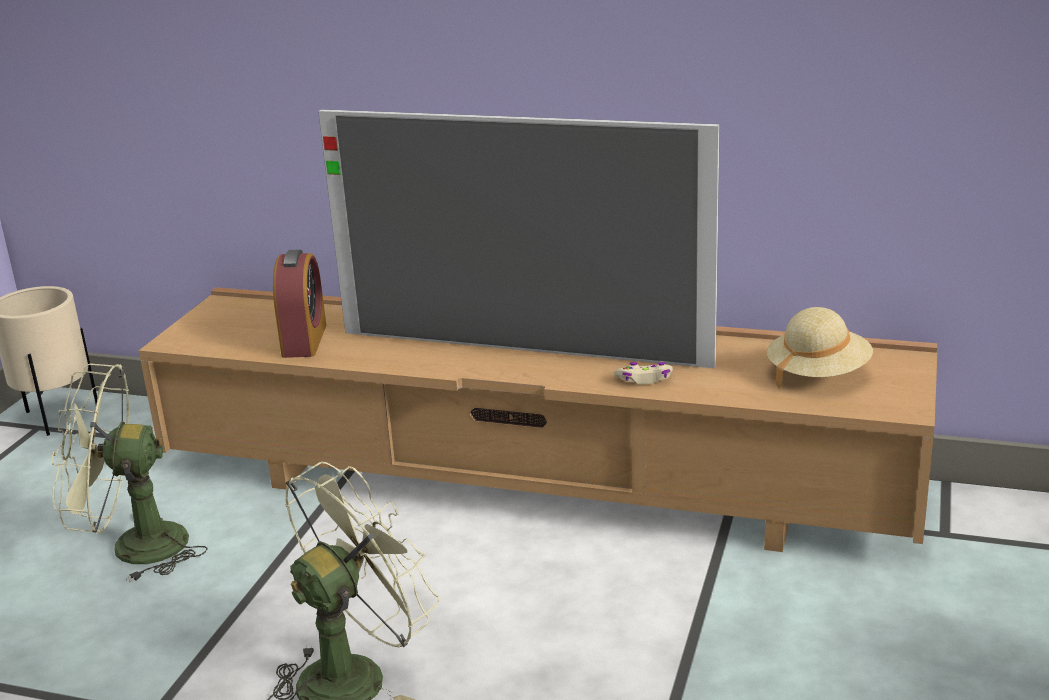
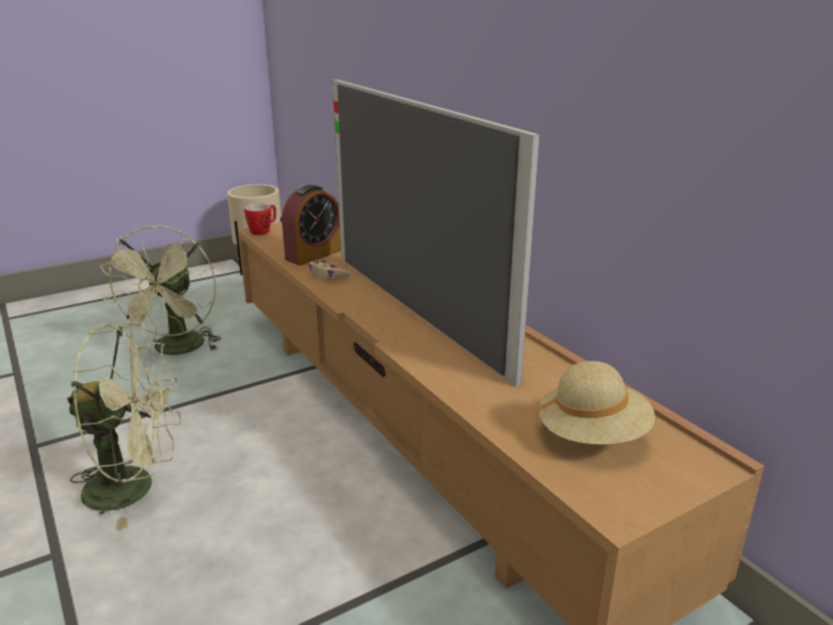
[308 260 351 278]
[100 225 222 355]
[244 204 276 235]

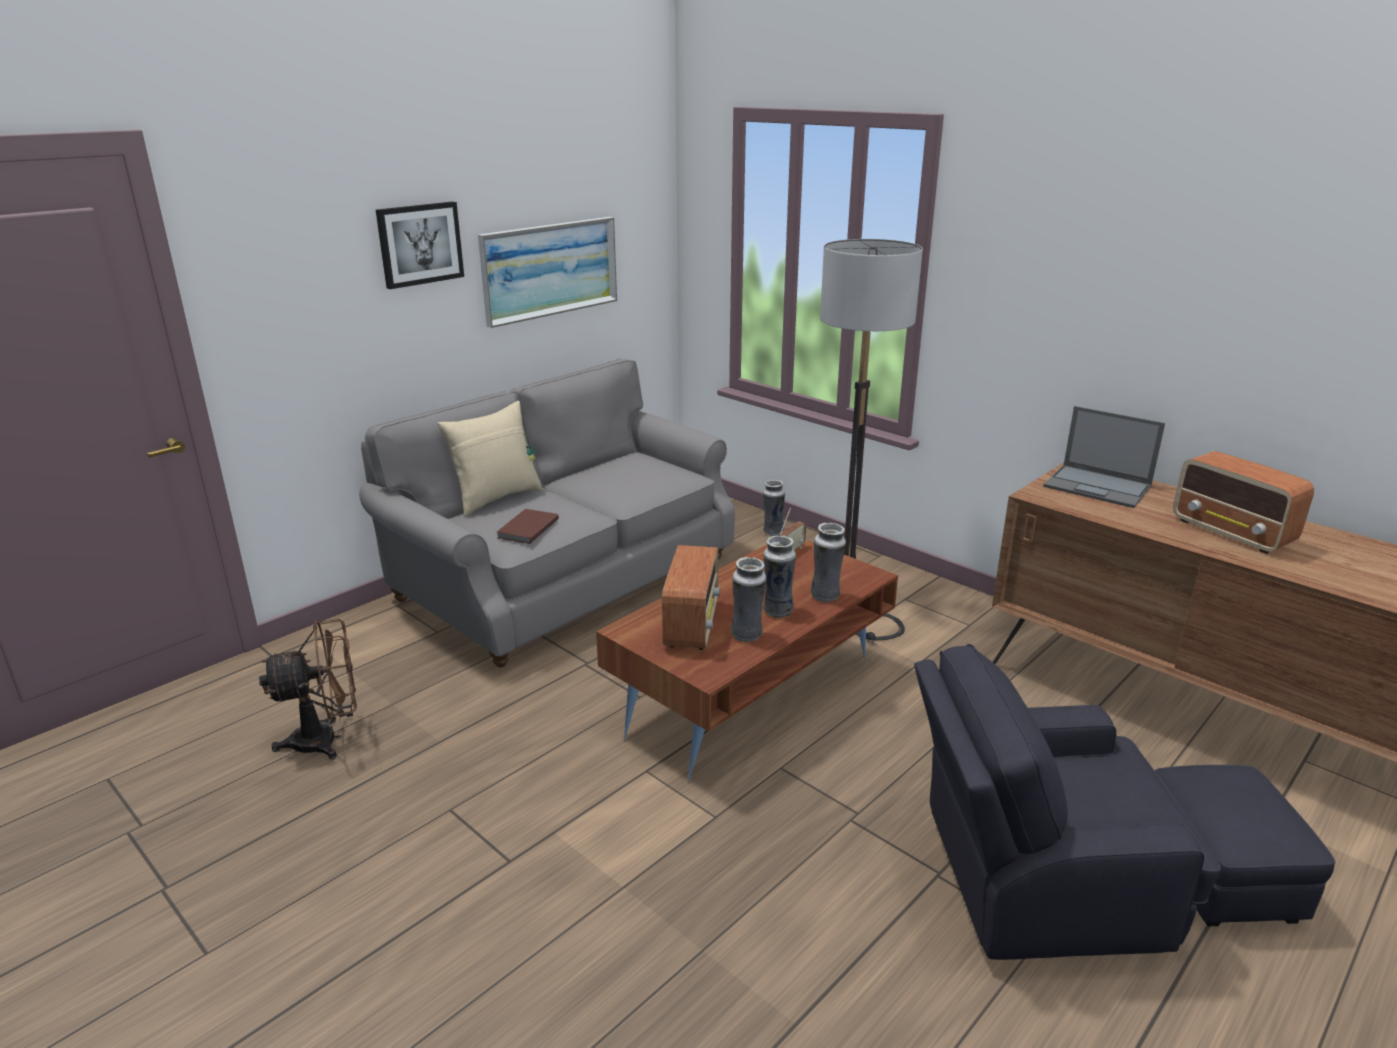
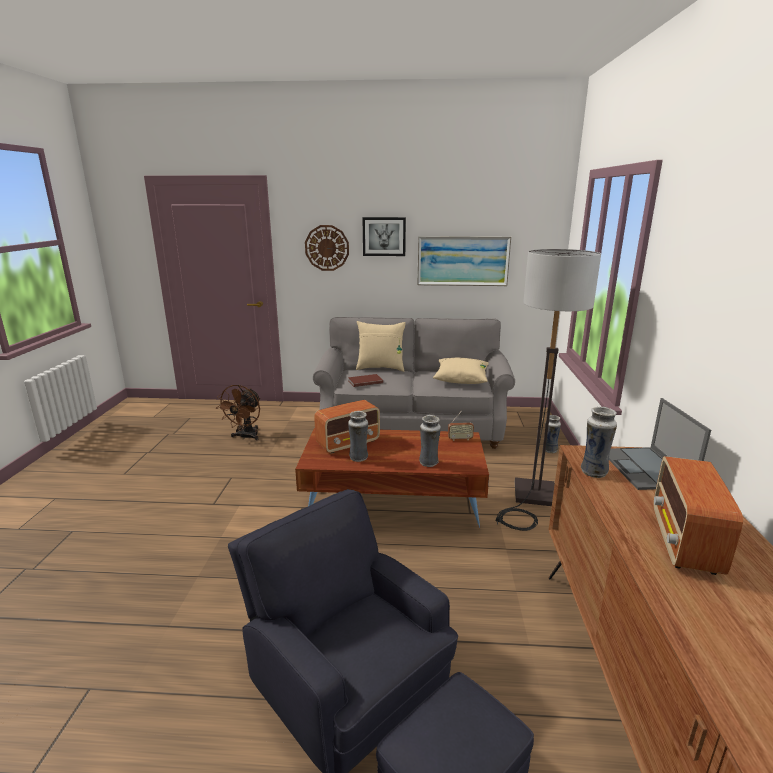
[581 407 617 478]
[216 385 260 441]
[305 225 349 271]
[433 357 489 384]

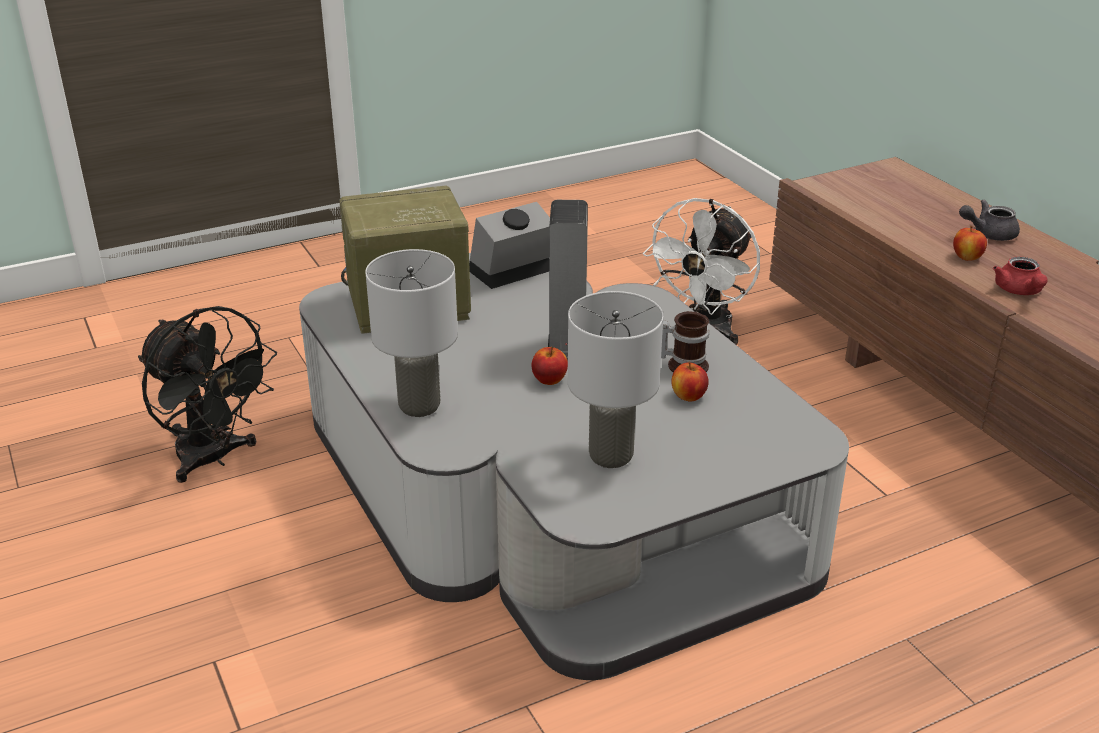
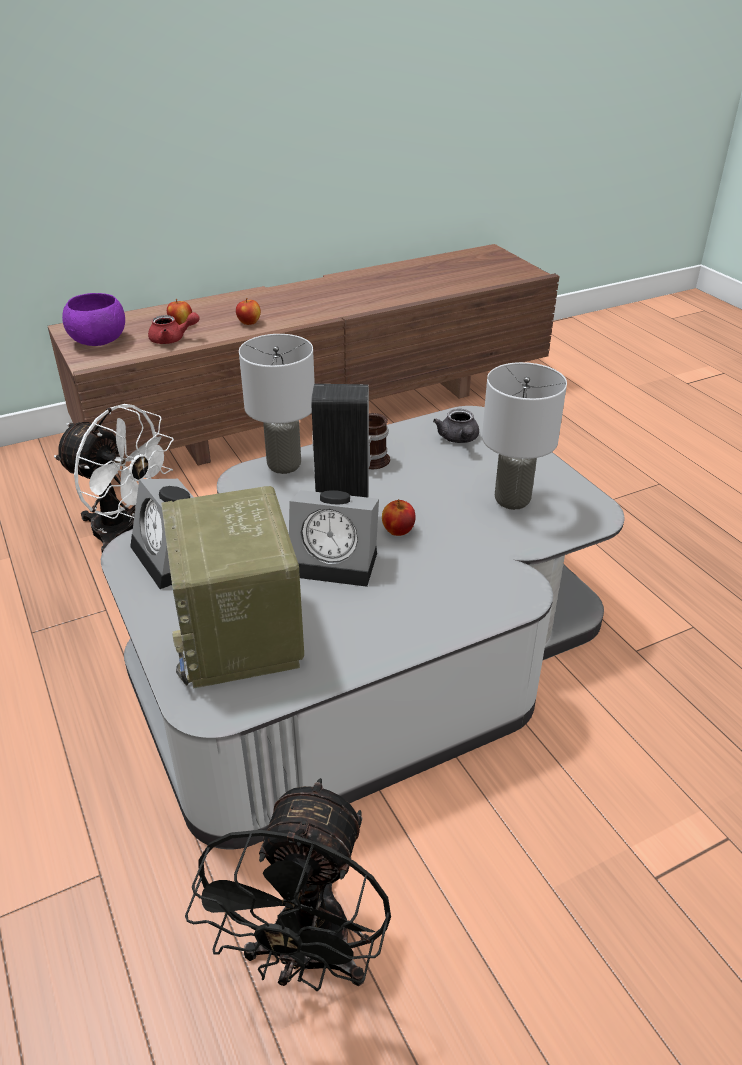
[433 409 479 443]
[239 334 315 474]
[148 312 200 344]
[185 778 391 991]
[167 299 192 325]
[62 293 125 346]
[289 490 379 587]

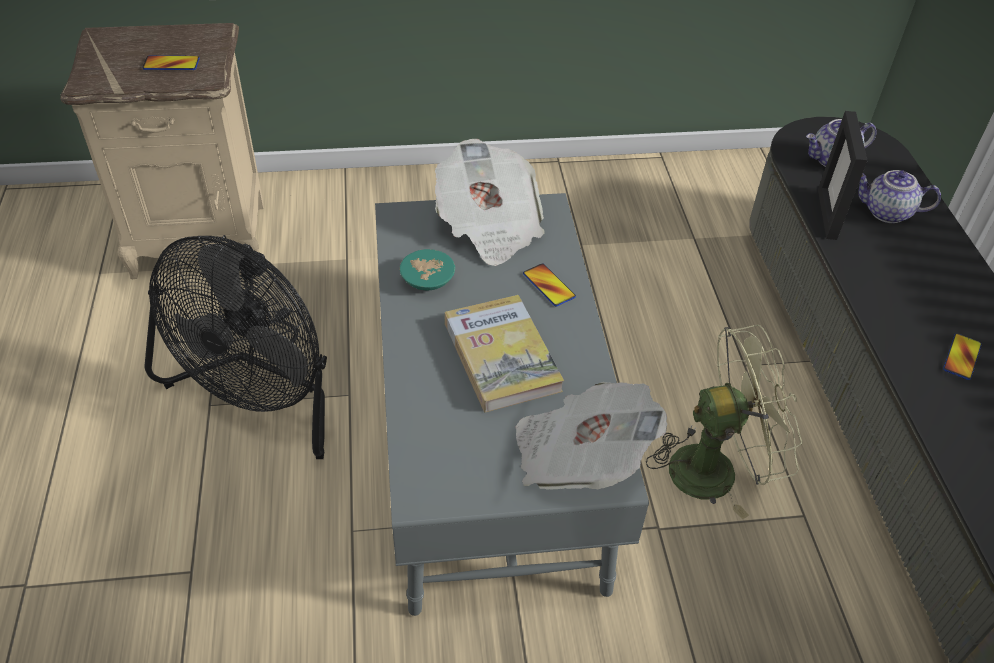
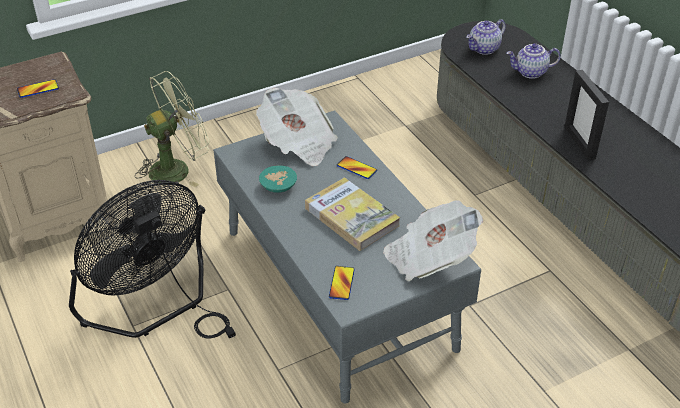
[564 70 609 160]
[69 180 236 339]
[135 71 210 187]
[329 266 355 300]

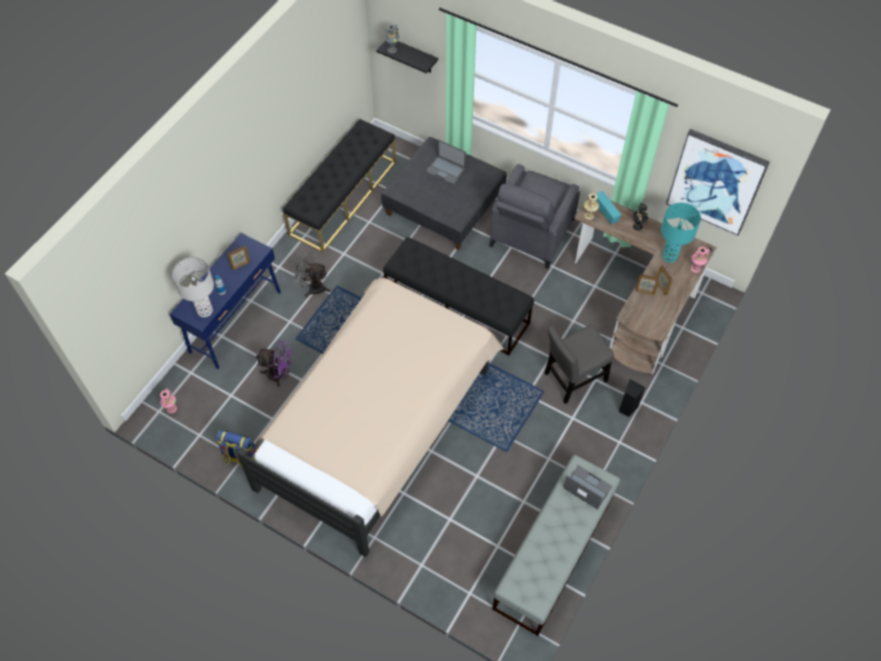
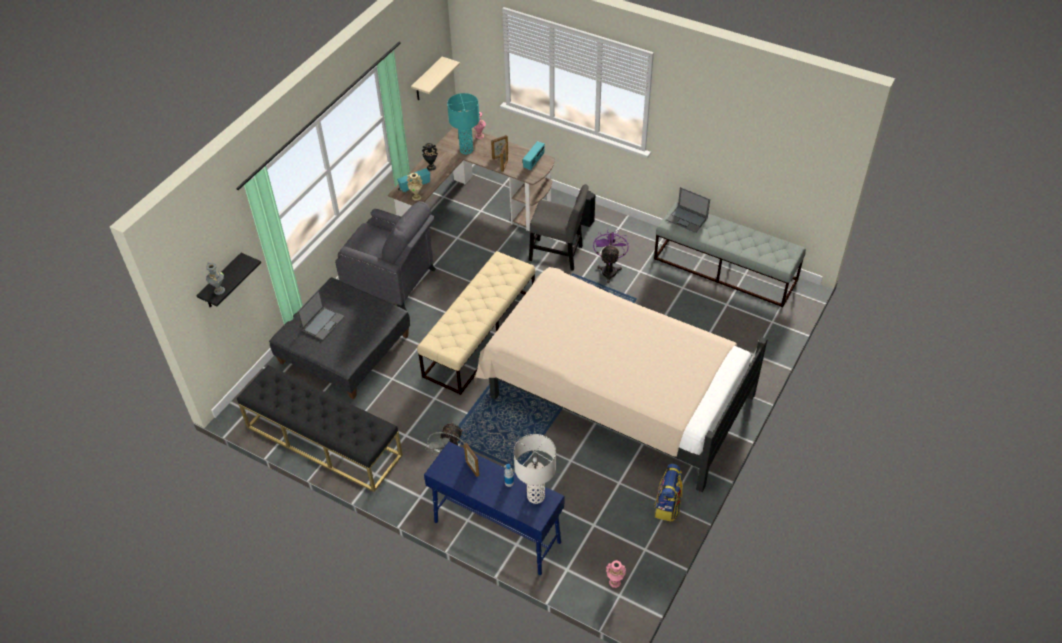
[411 57 460 100]
[417 251 536 395]
[529 184 589 271]
[593 229 629 283]
[666 187 710 233]
[523 141 545 170]

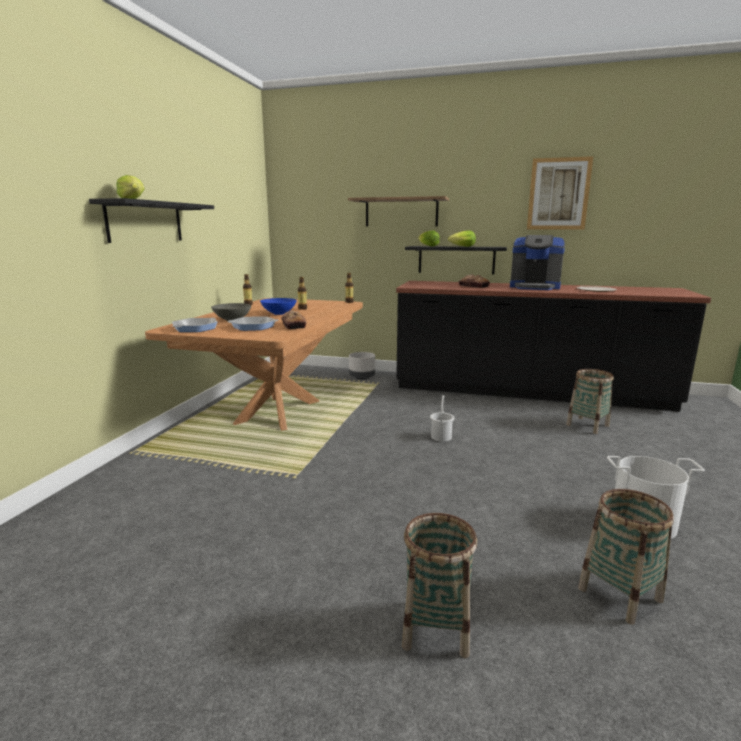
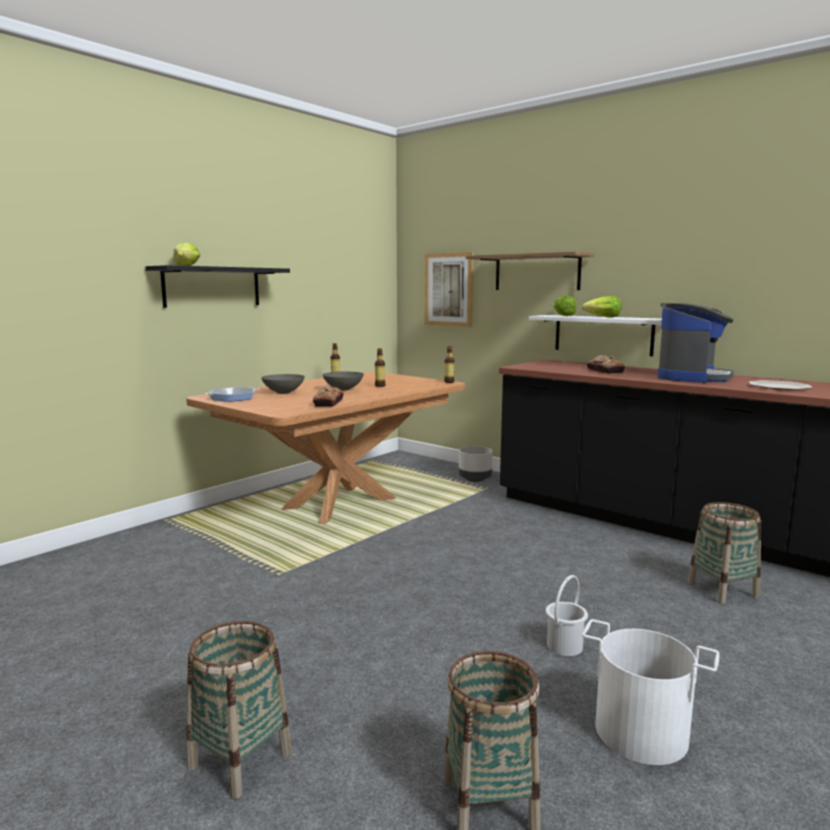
[425 252 473 327]
[658 303 734 383]
[529 315 662 356]
[323 372 364 391]
[228 316 278 331] (first image)
[546 575 588 656]

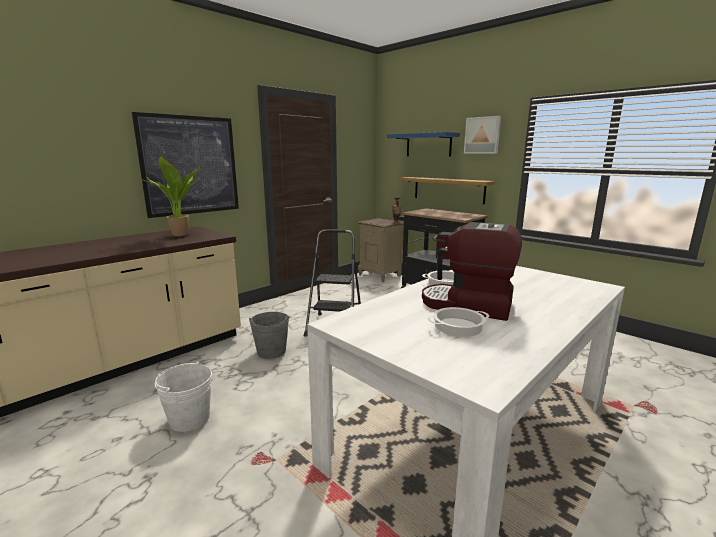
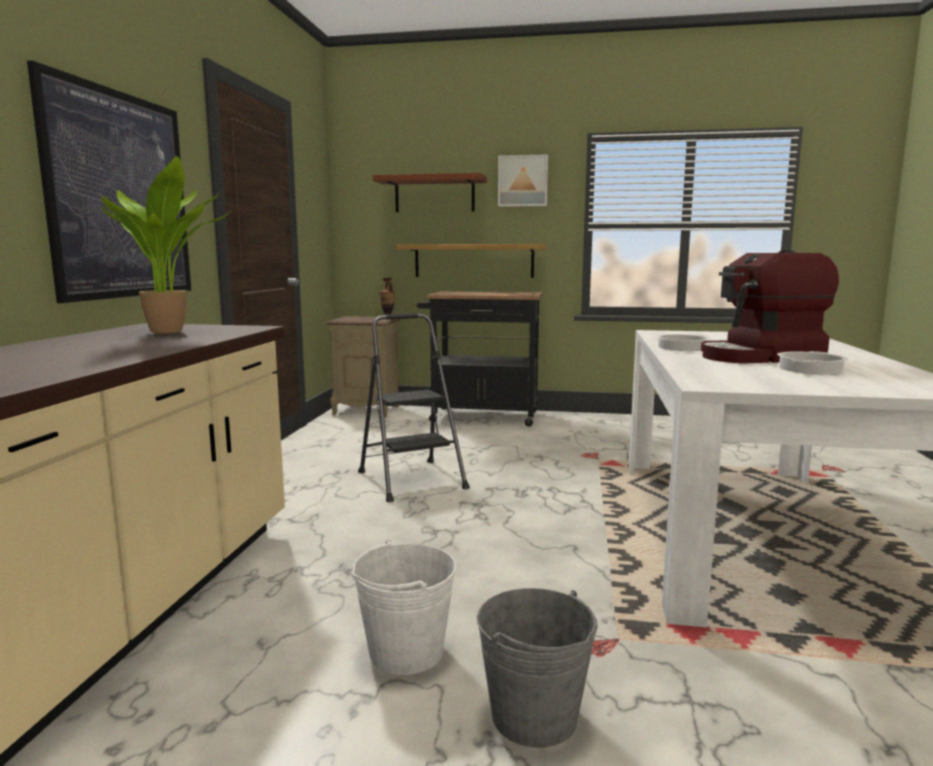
[373 173 487 212]
[477 588 598 748]

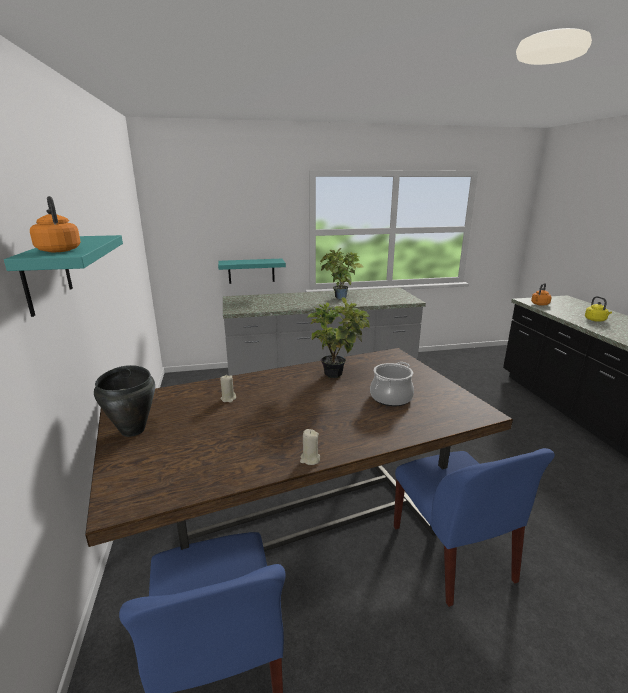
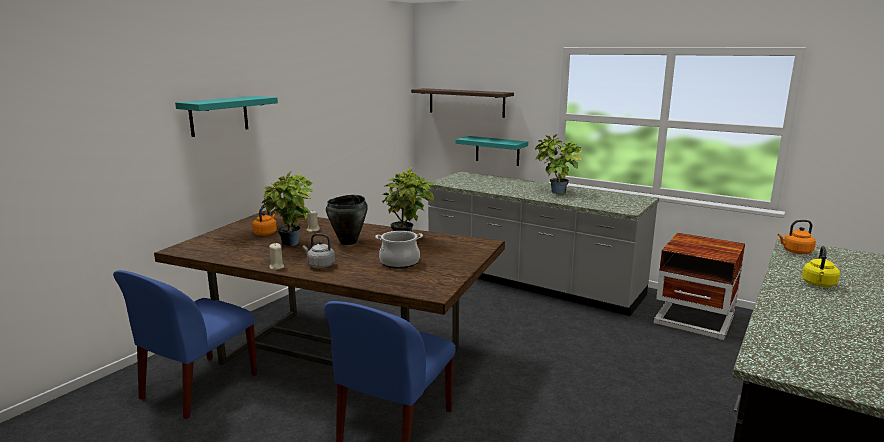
[252 206 277 236]
[326 195 368 245]
[411 88 514 118]
[261 171 314 246]
[303 233 335 268]
[654 233 745 340]

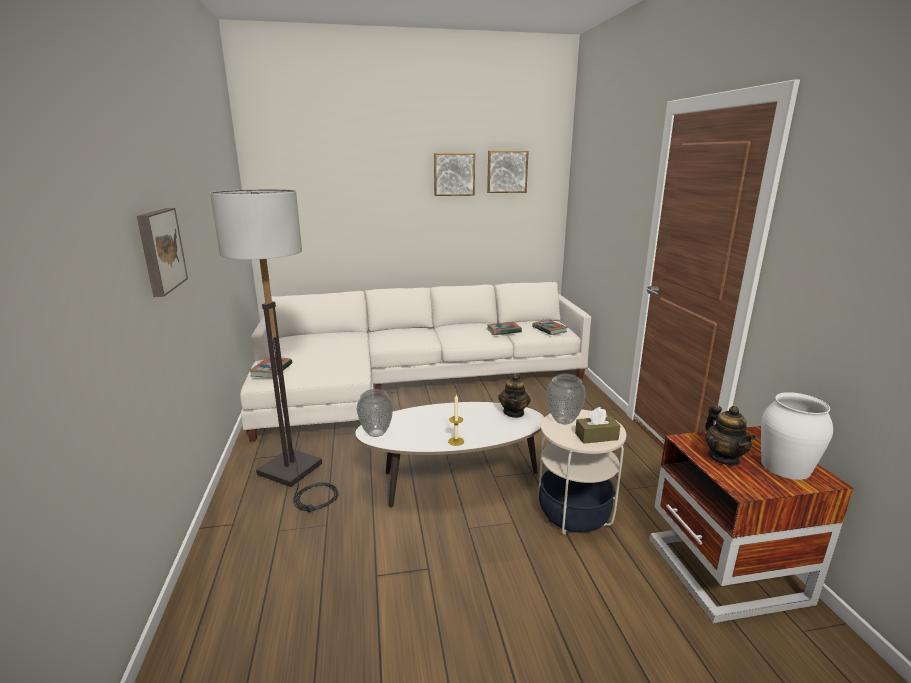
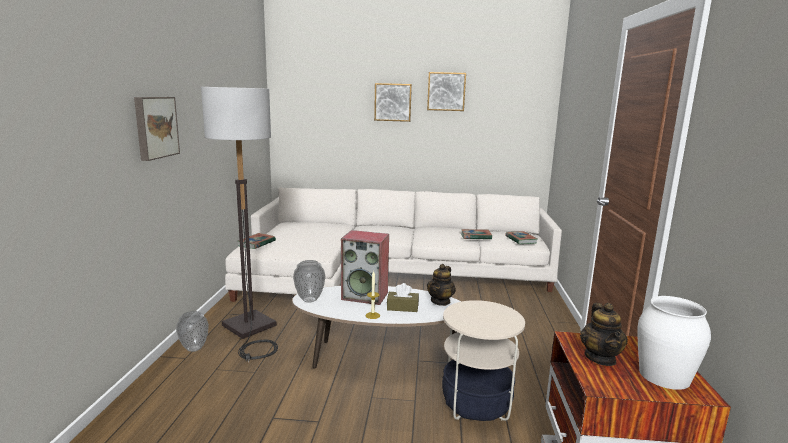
[374 83 412 122]
[176 311 209 352]
[387 283 419 312]
[341 230 389 305]

